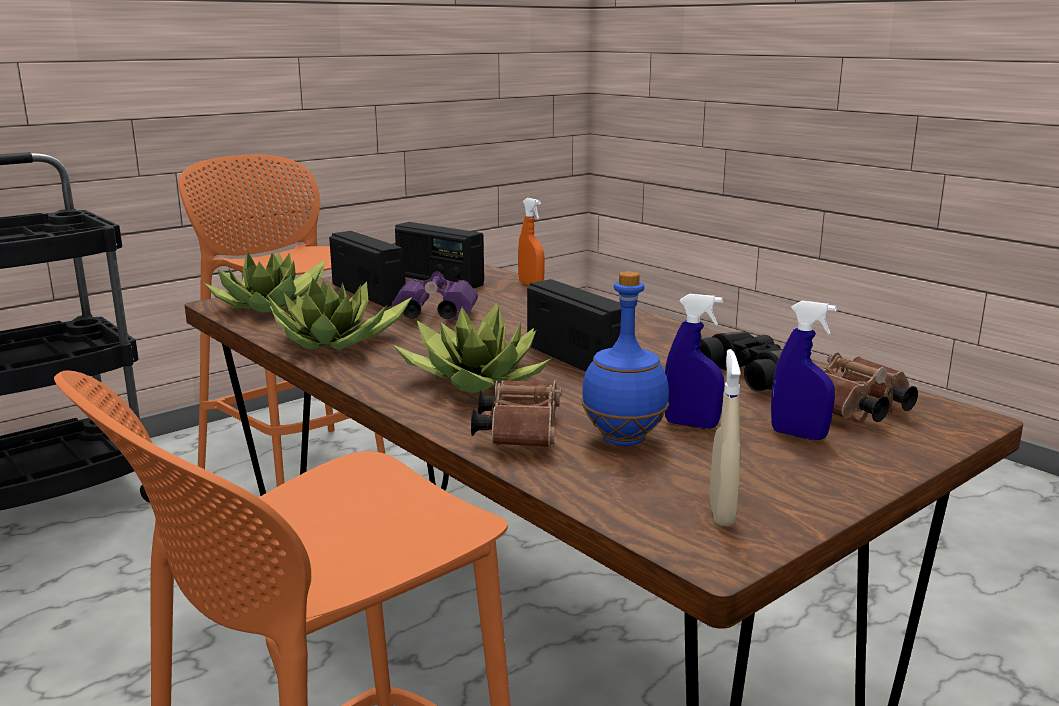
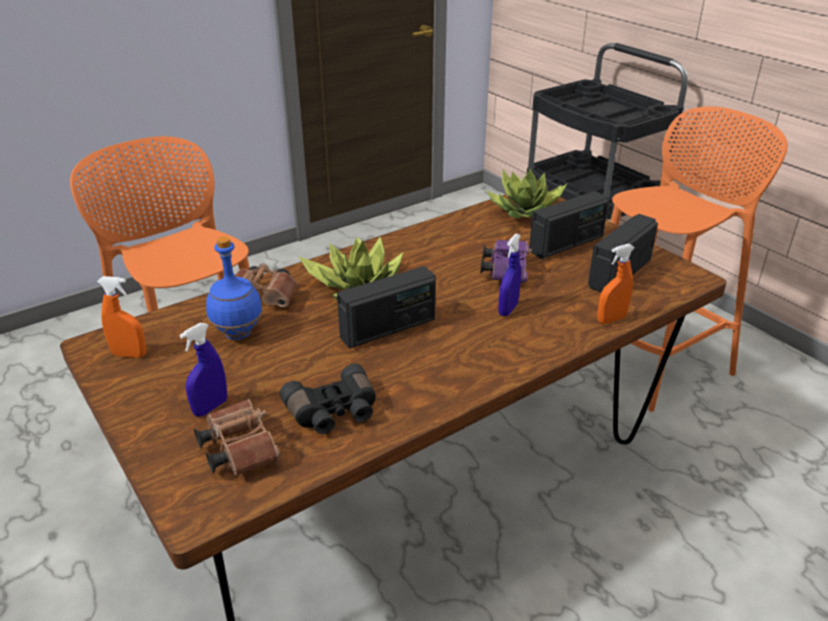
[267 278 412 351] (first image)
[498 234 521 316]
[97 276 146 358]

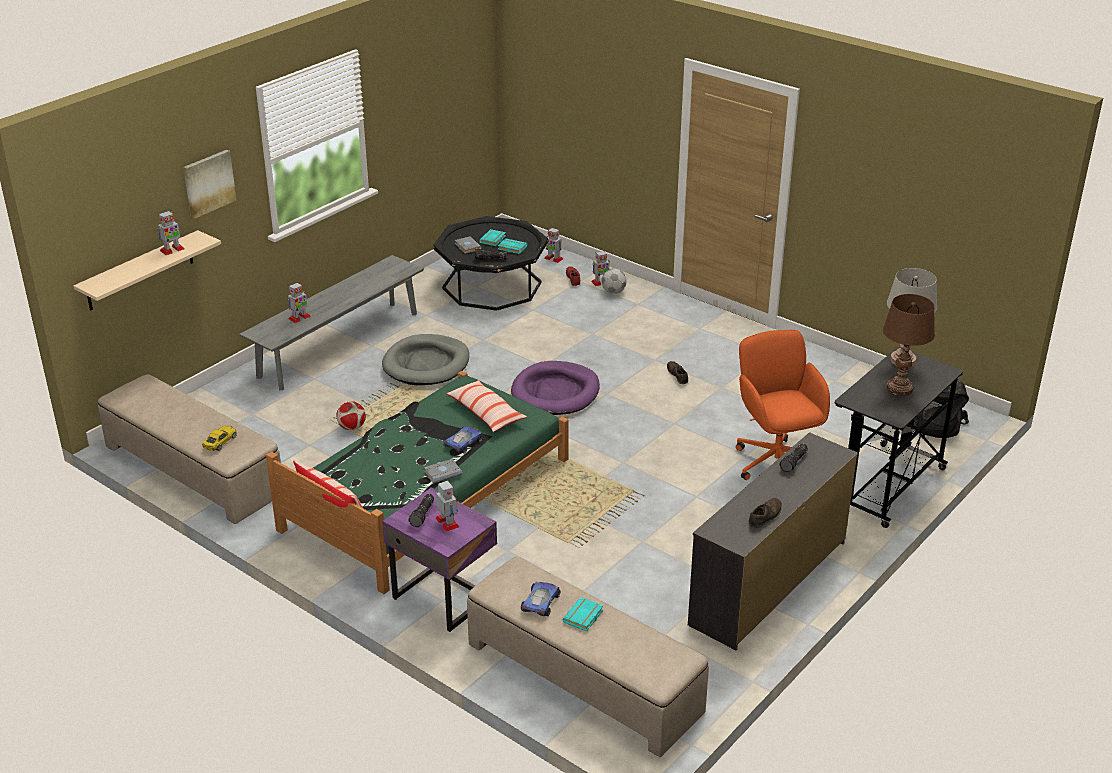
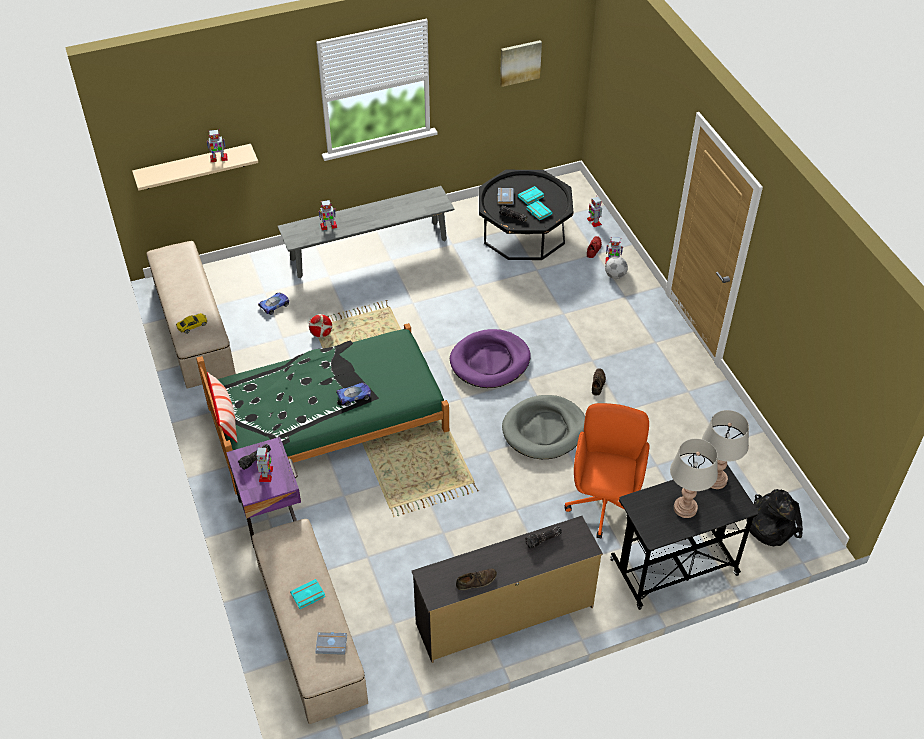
[500 40 542 87]
[670 439 718 518]
[502 395 585 459]
[446 380 527 432] (first image)
[315 632 347 655]
[258 292 289 315]

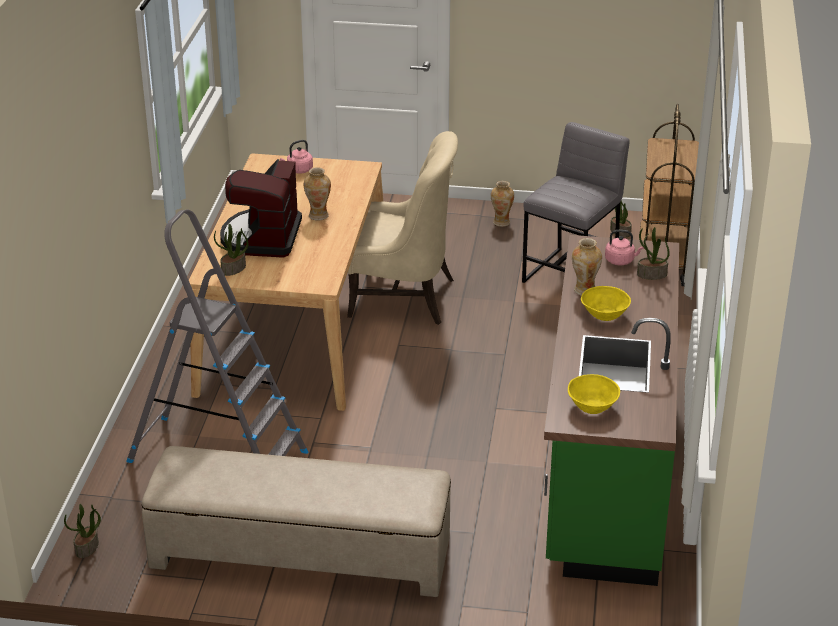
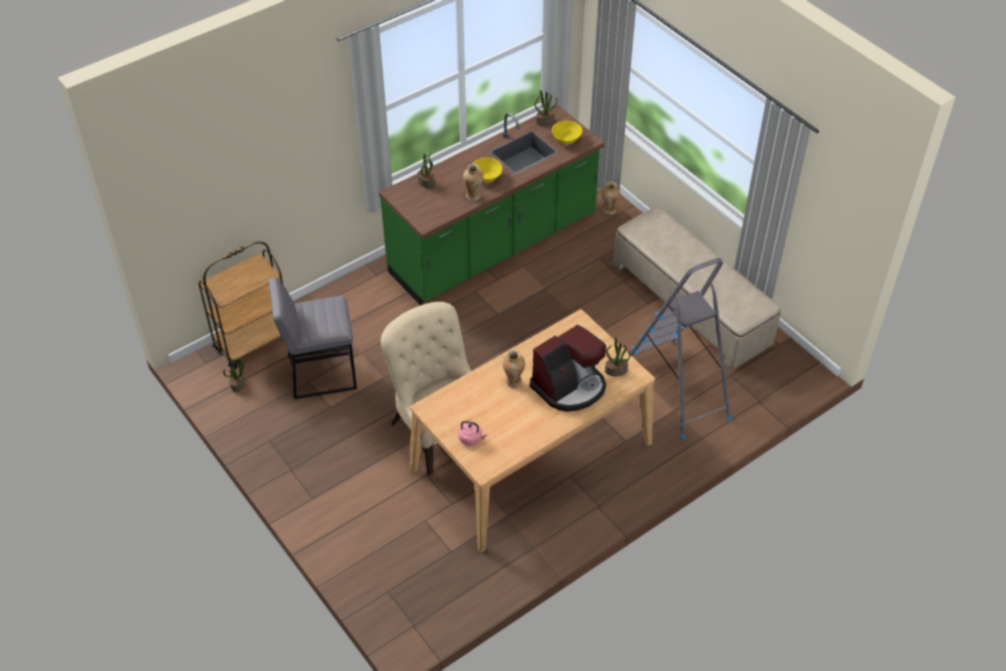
[602 182 620 215]
[605 230 644 265] (first image)
[535 90 557 126]

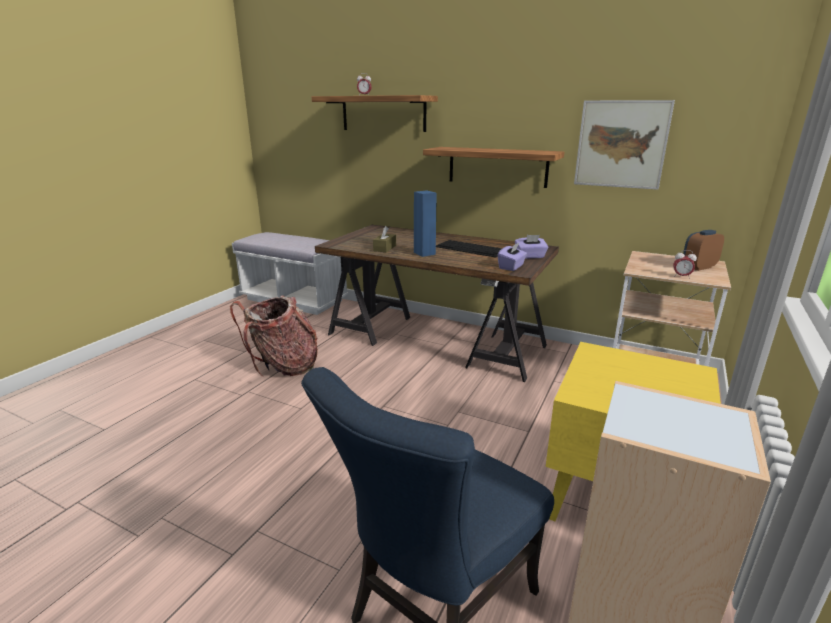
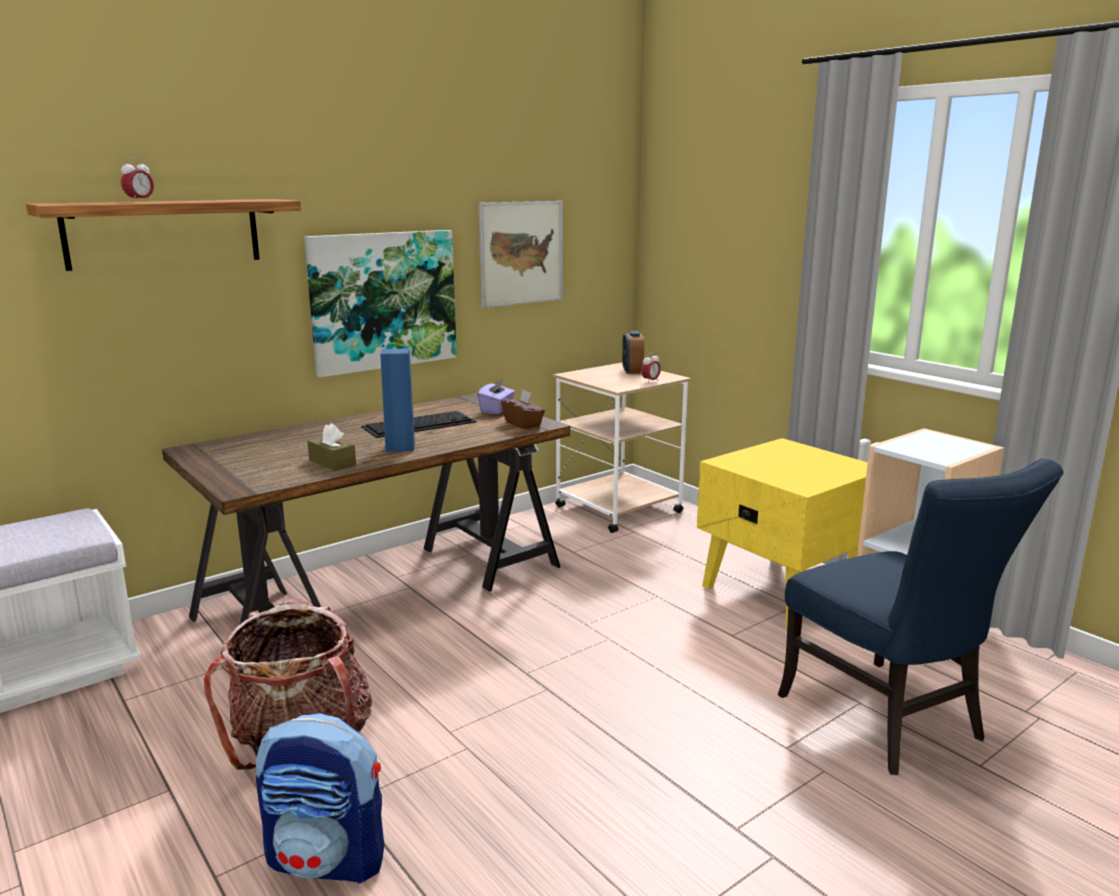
[304 230 457 377]
[501 390 545 429]
[256 713 384 884]

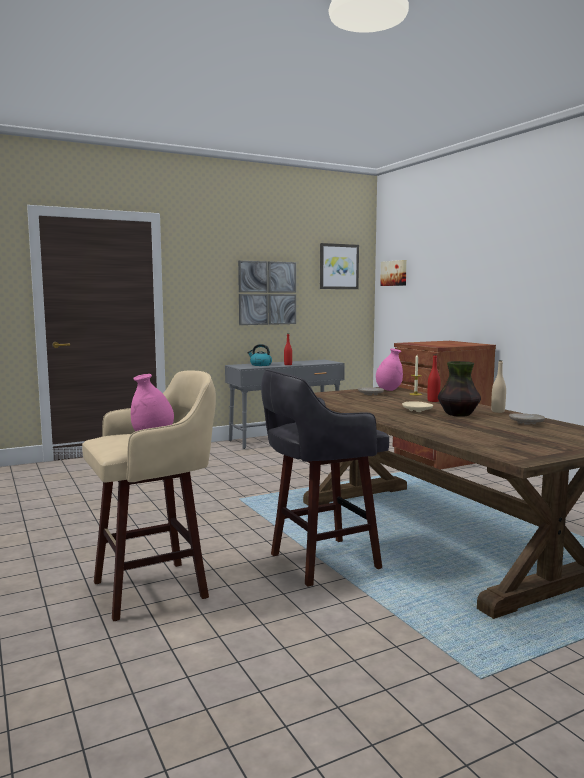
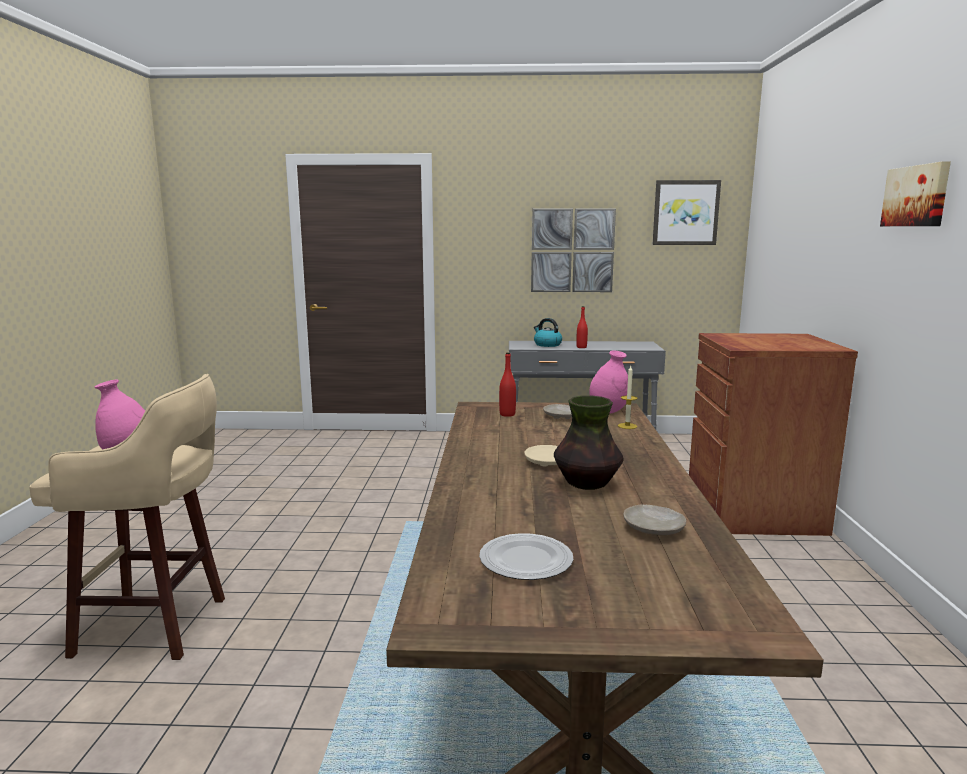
[880 161 951 226]
[499 352 516 417]
[491 360 506 413] (first image)
[261 369 389 587] (first image)
[479 533 573 580]

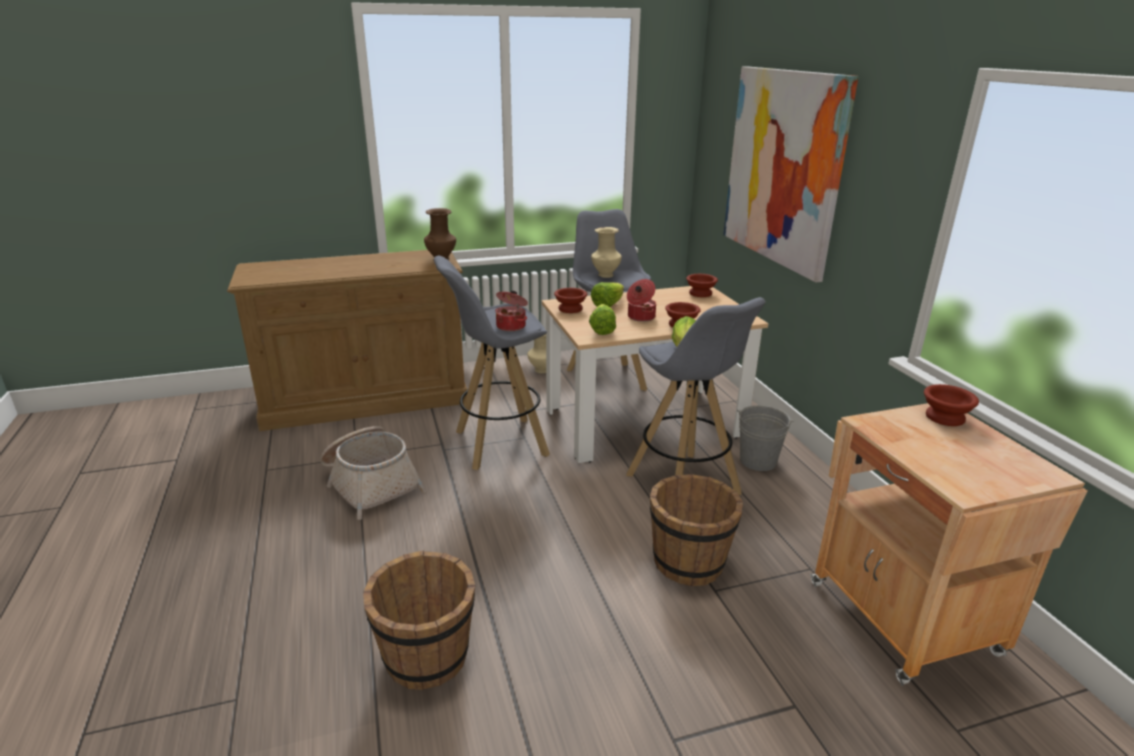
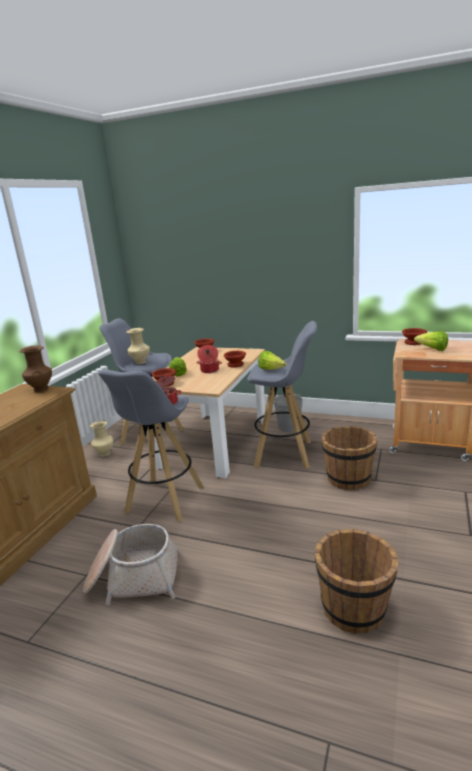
[723 66 858 282] (first image)
[414 331 448 351]

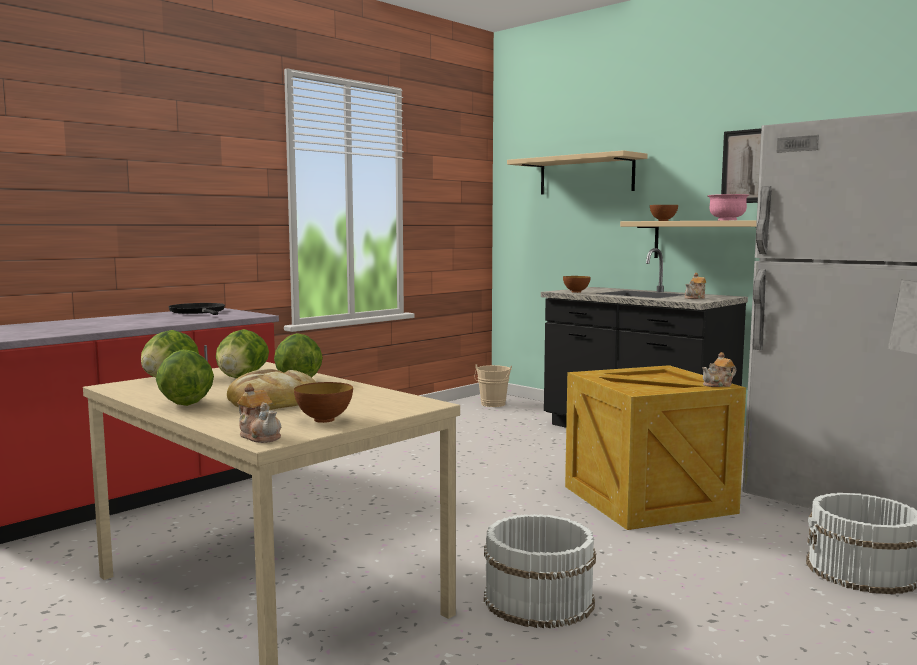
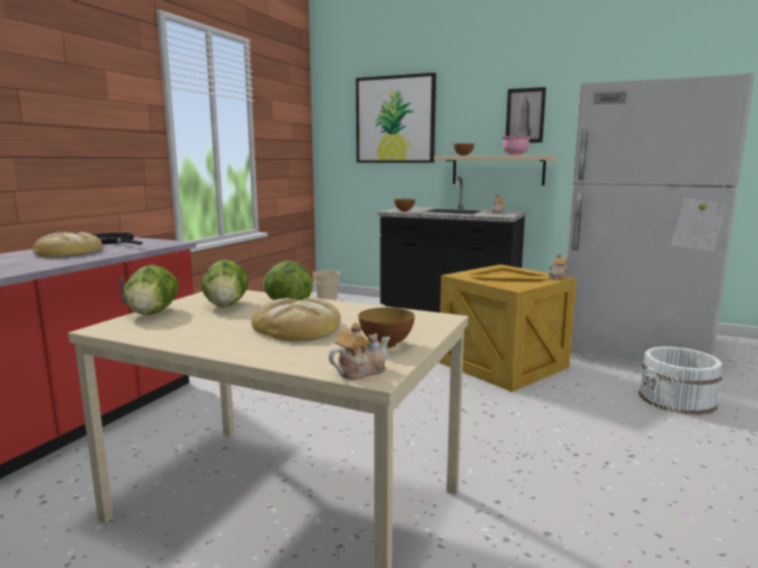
[356 73 436 163]
[156 349 214 406] (first image)
[329 323 390 380]
[484 514 596 628] (first image)
[33 232 103 257]

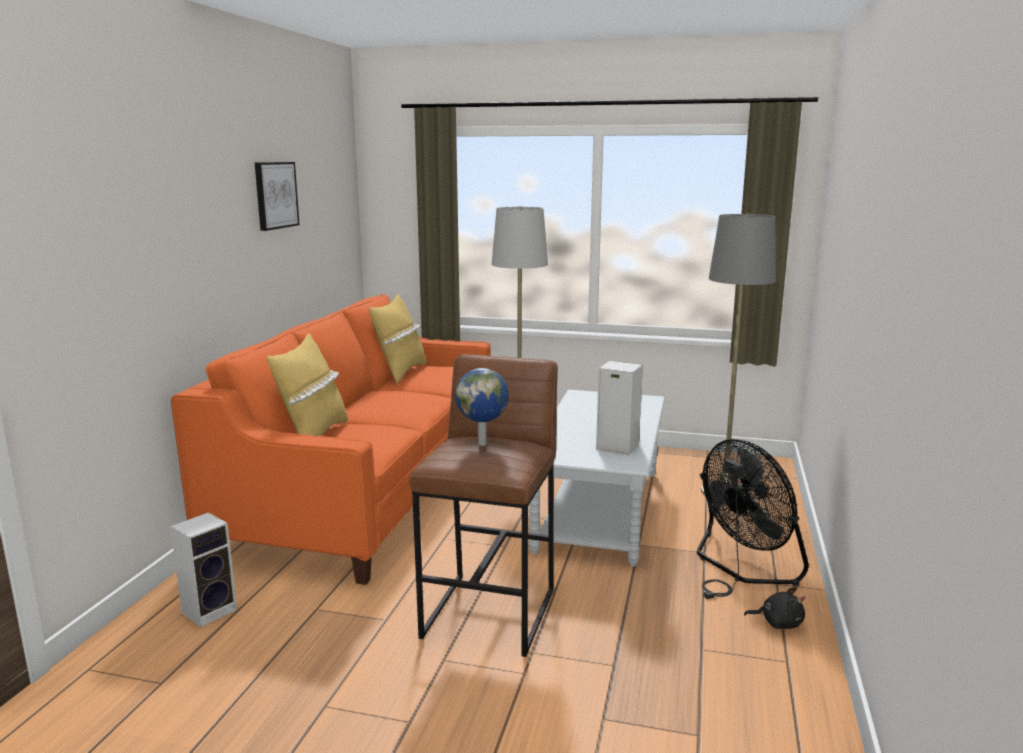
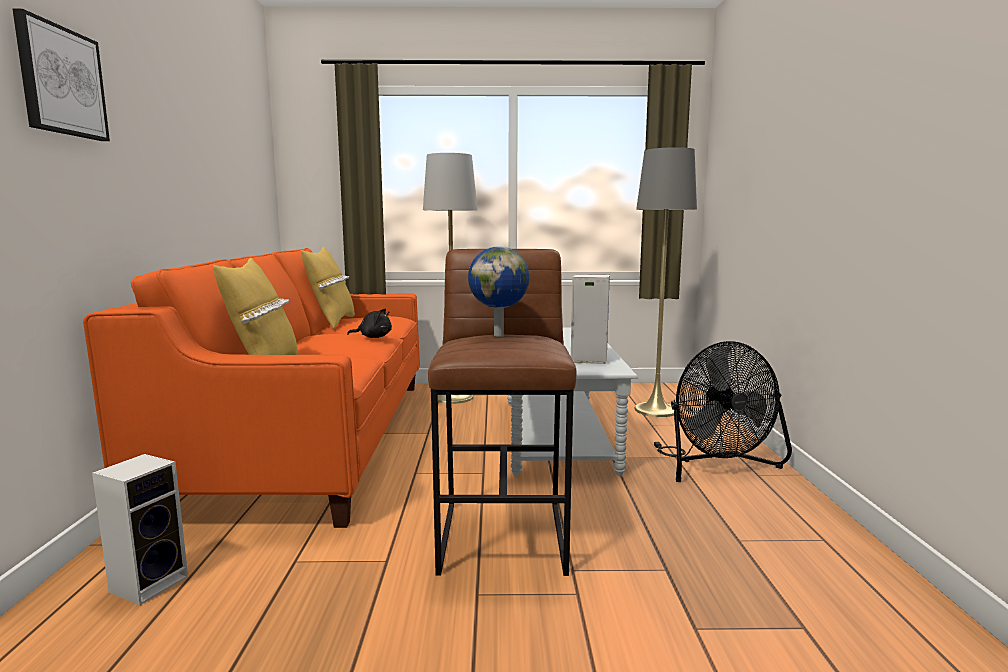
[12 9 110 141]
[654 341 792 482]
[347 309 392 338]

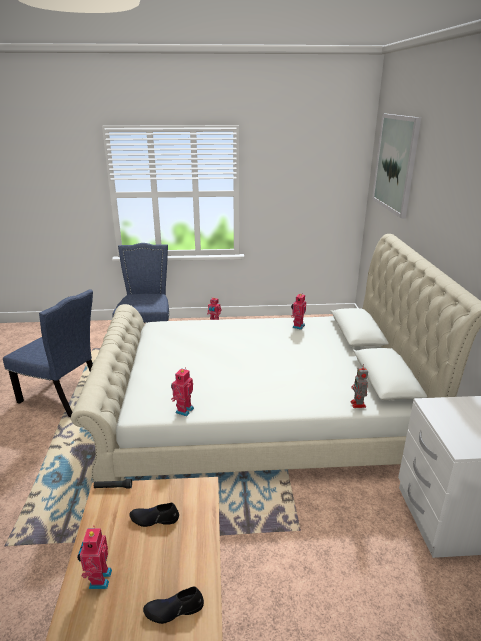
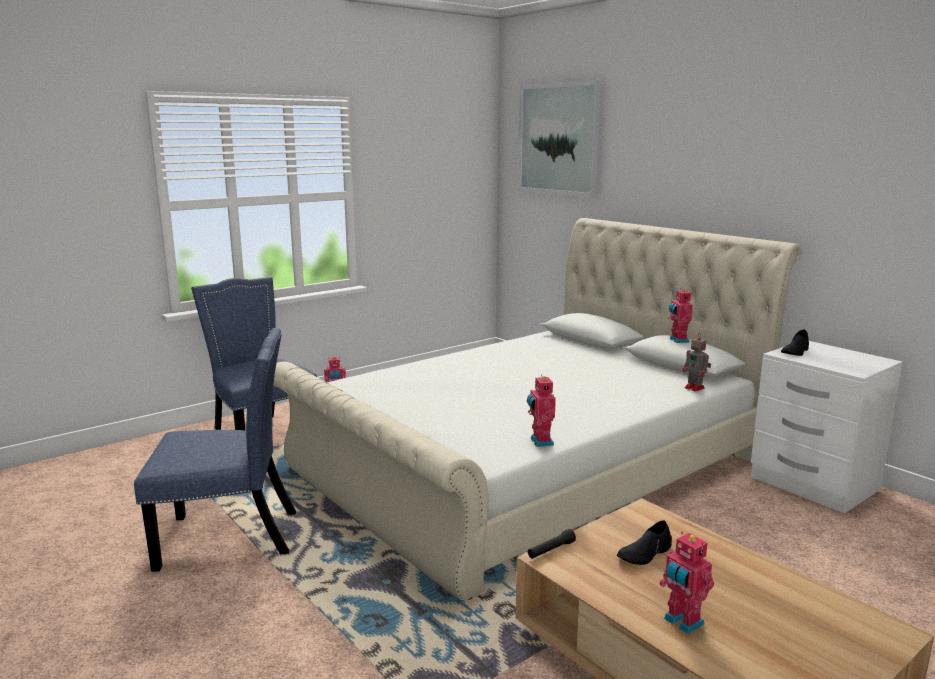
[668 288 693 343]
[781 329 809 356]

